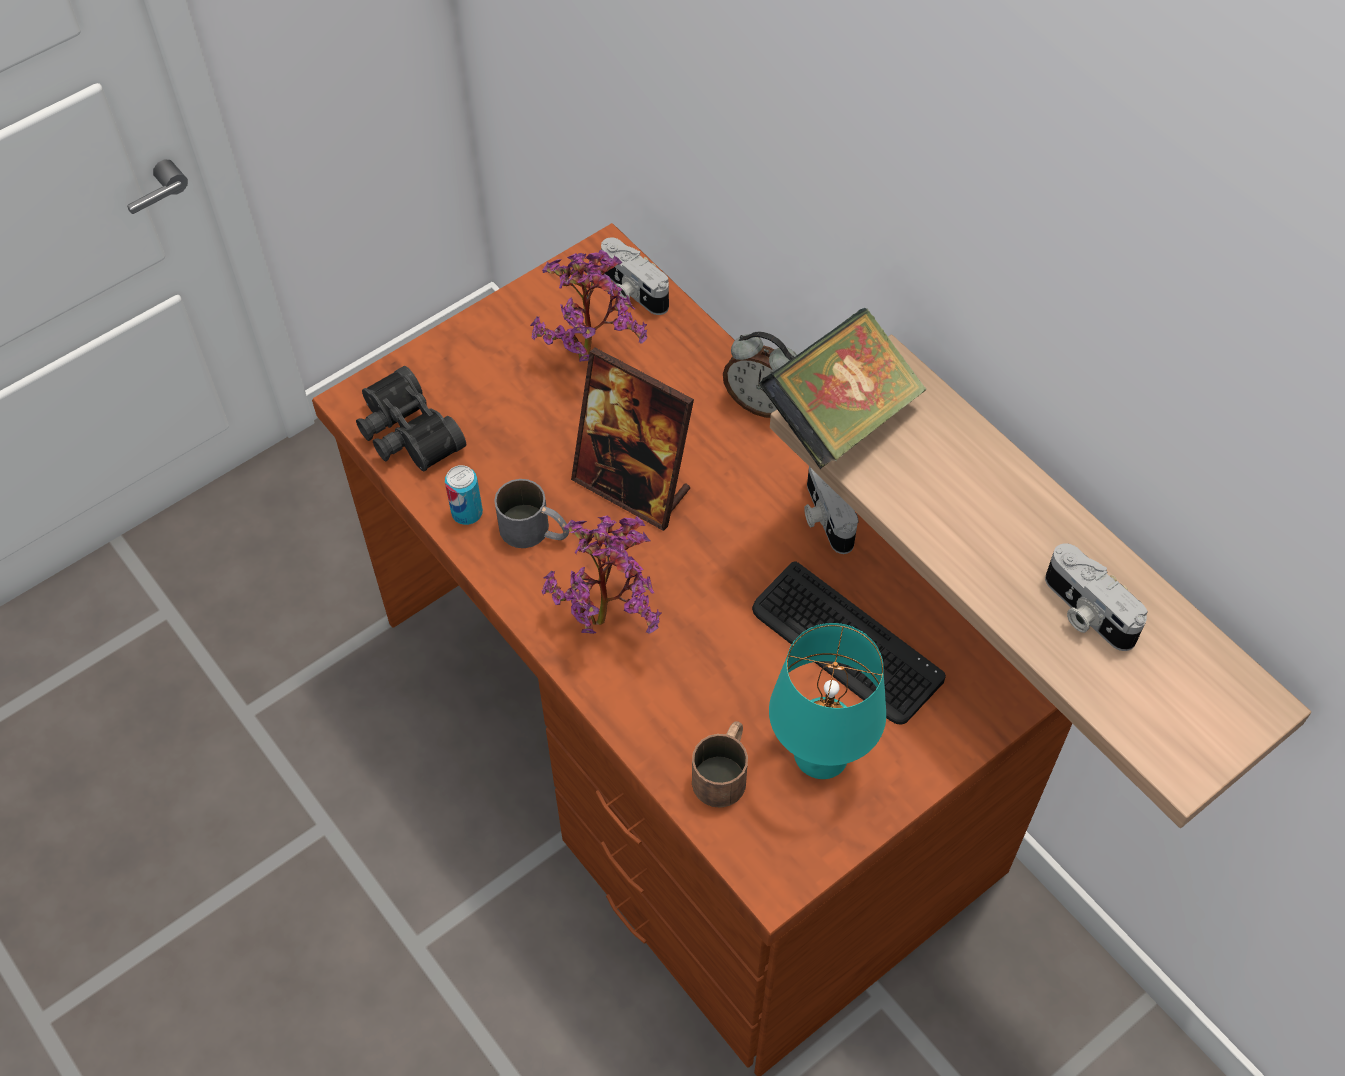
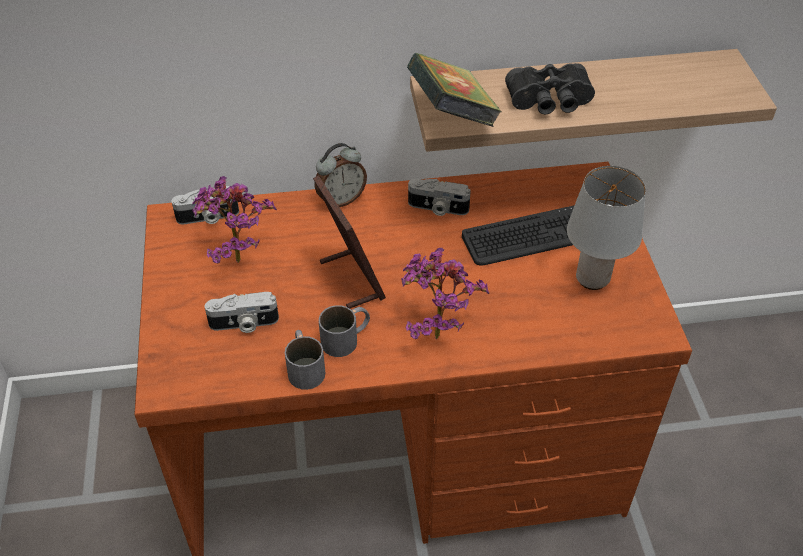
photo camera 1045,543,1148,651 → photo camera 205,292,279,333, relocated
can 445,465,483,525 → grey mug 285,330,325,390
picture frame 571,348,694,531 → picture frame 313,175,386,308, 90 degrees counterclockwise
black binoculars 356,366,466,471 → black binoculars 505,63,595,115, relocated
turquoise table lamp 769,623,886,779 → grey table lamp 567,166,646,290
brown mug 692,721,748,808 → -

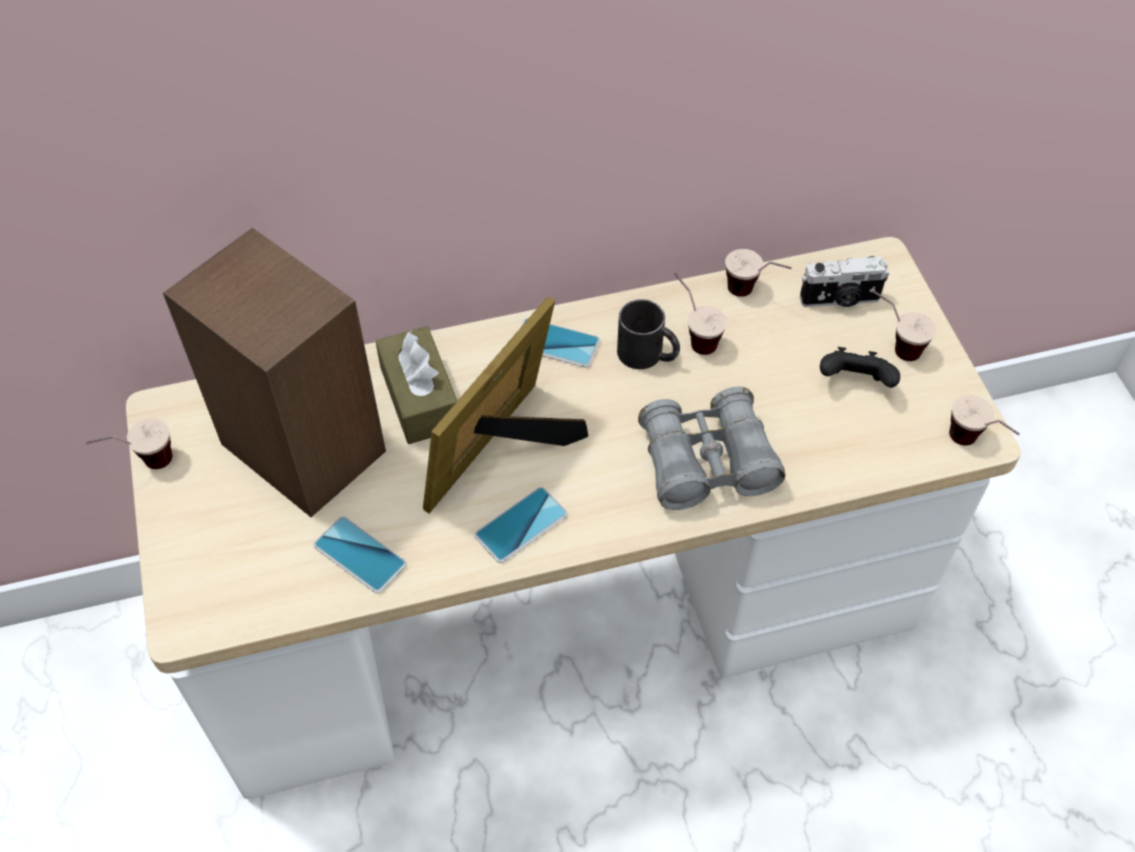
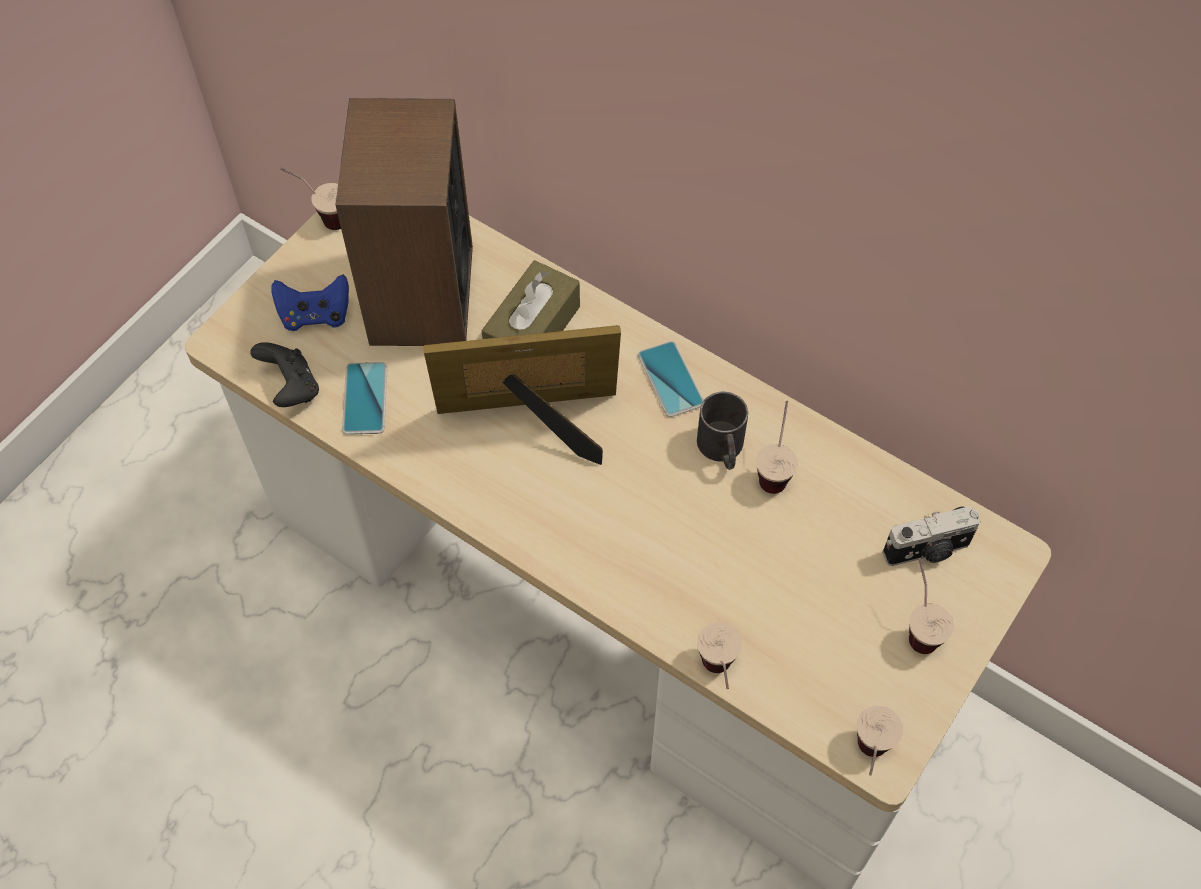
black game controller 820,347,900,388 → black game controller 250,342,319,407, relocated
- → blue game controller 271,275,349,331
cup 725,249,792,297 → cup 697,622,742,689, relocated
photo camera 800,256,889,307 → photo camera 883,506,980,566, 60 degrees counterclockwise
phone 474,487,568,563 → -
grey binoculars 638,386,785,510 → -

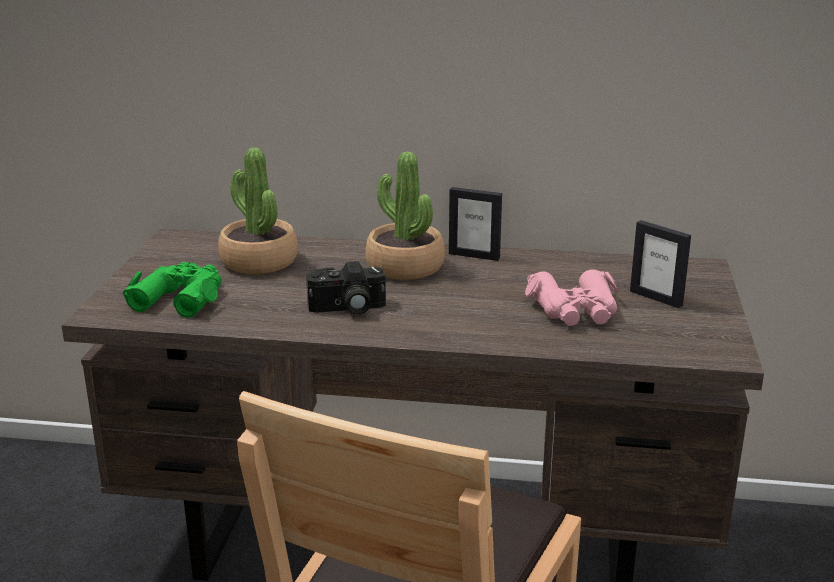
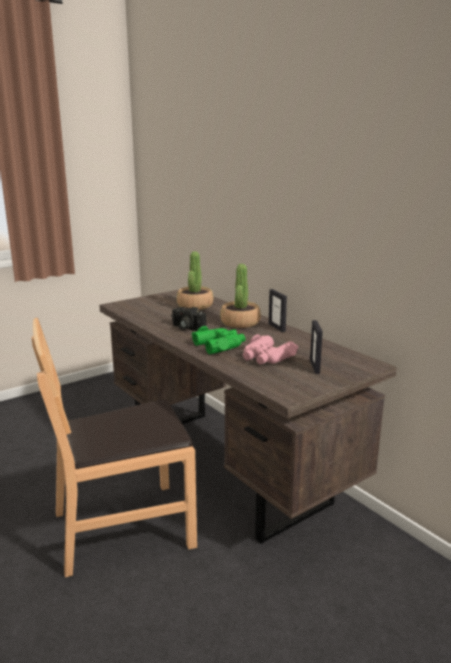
green binoculars 122,262,222,318 → green binoculars 192,326,245,354, relocated

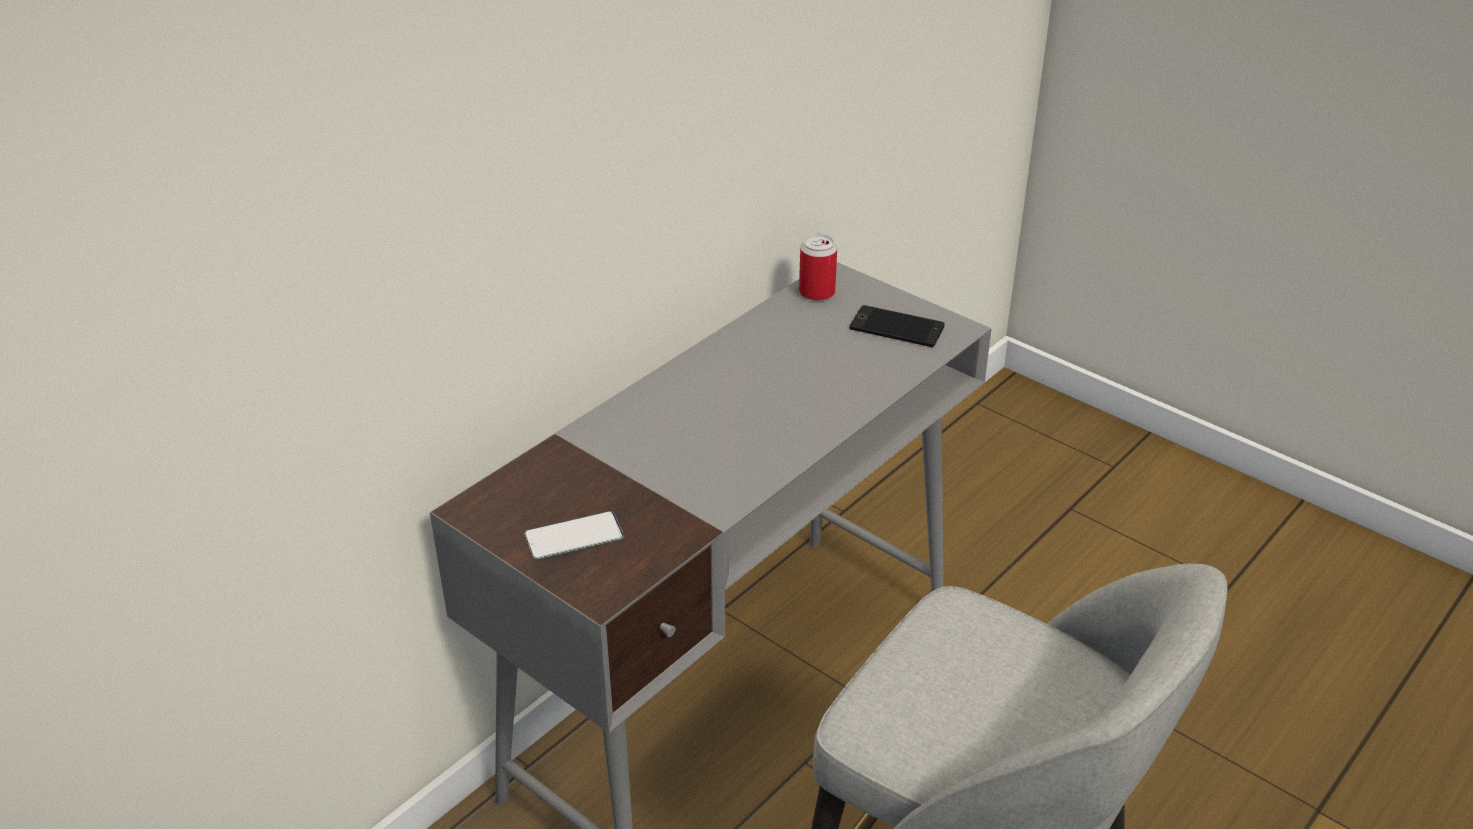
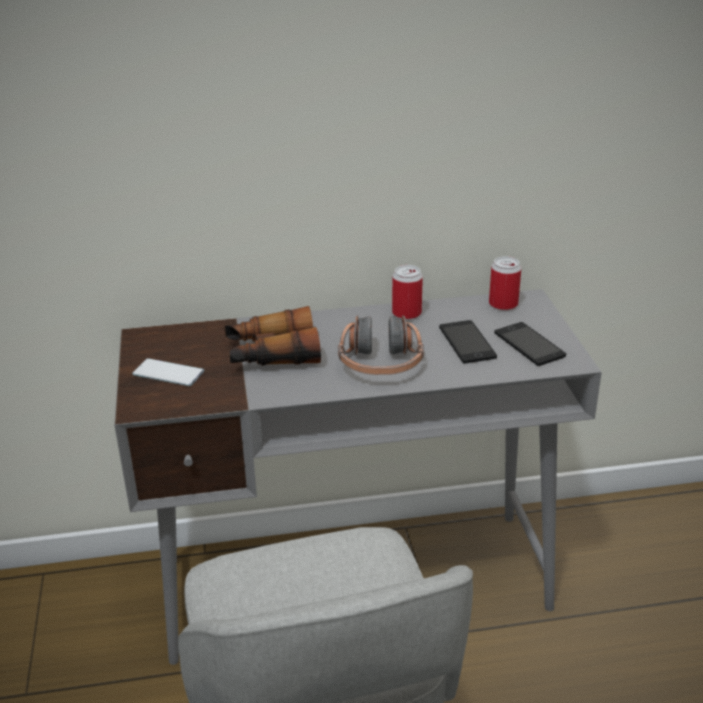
- → binoculars 225,306,321,366
- → headphones 338,315,424,375
- → can 392,265,423,320
- → phone 439,320,497,363

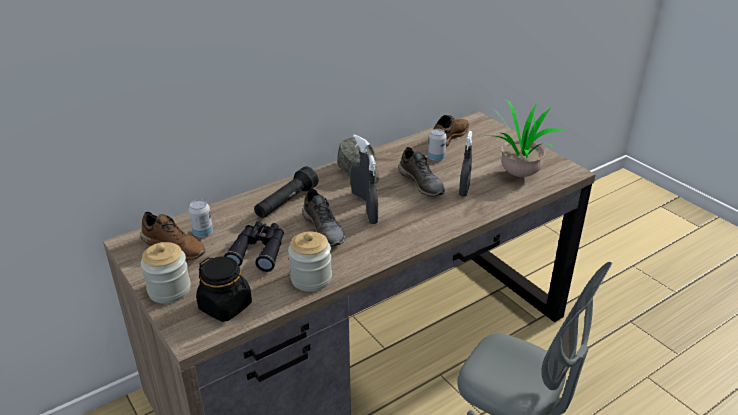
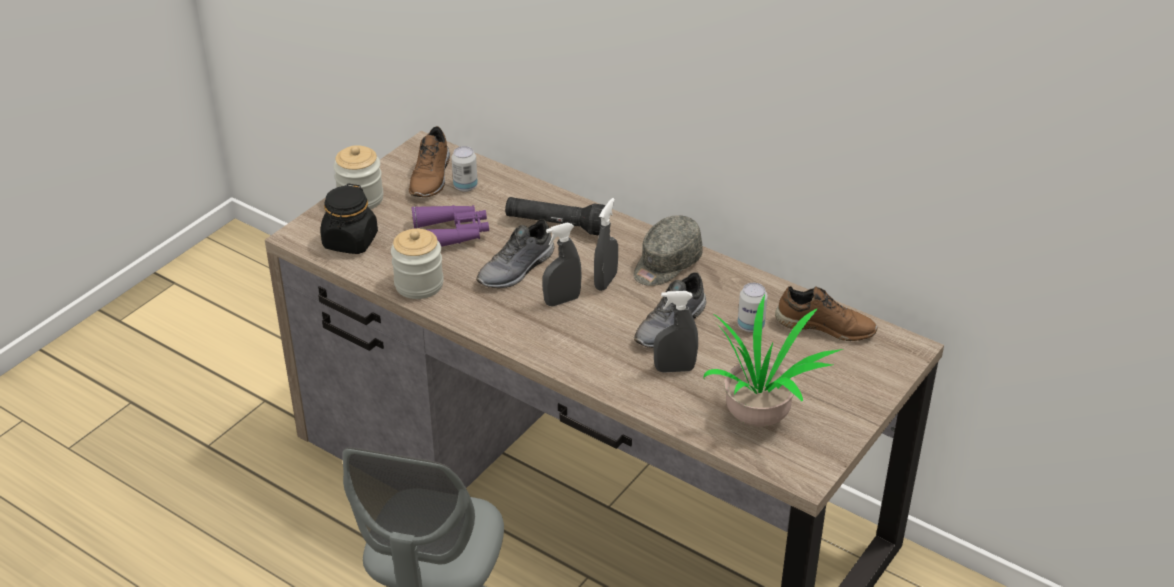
black binoculars 224,221,284,272 → purple binoculars 411,205,489,247

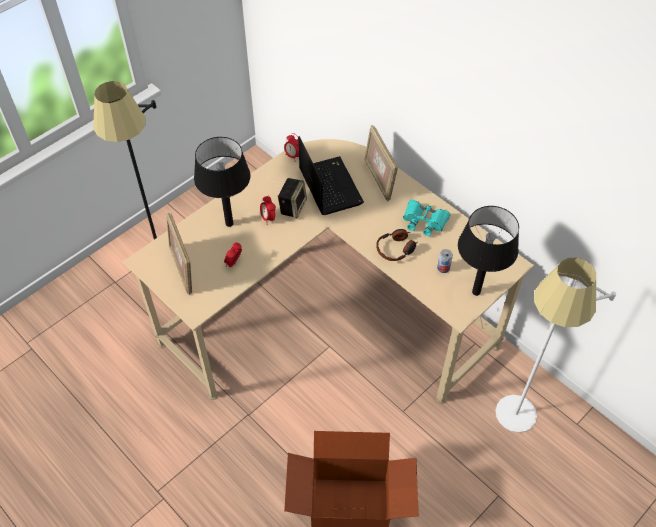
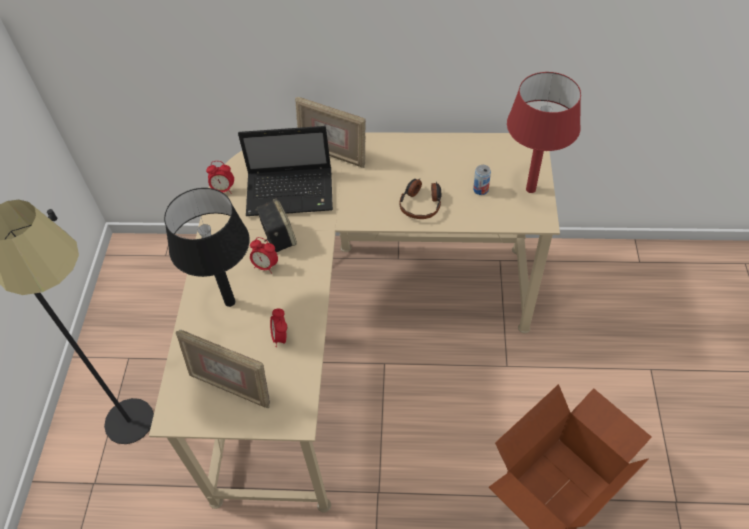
laptop 298,136,364,215 → laptop 238,126,333,216, 150 degrees clockwise
black table lamp 458,206,519,296 → red table lamp 507,72,581,193
turquoise binoculars 403,200,450,236 → -
white floor lamp 495,258,616,433 → -

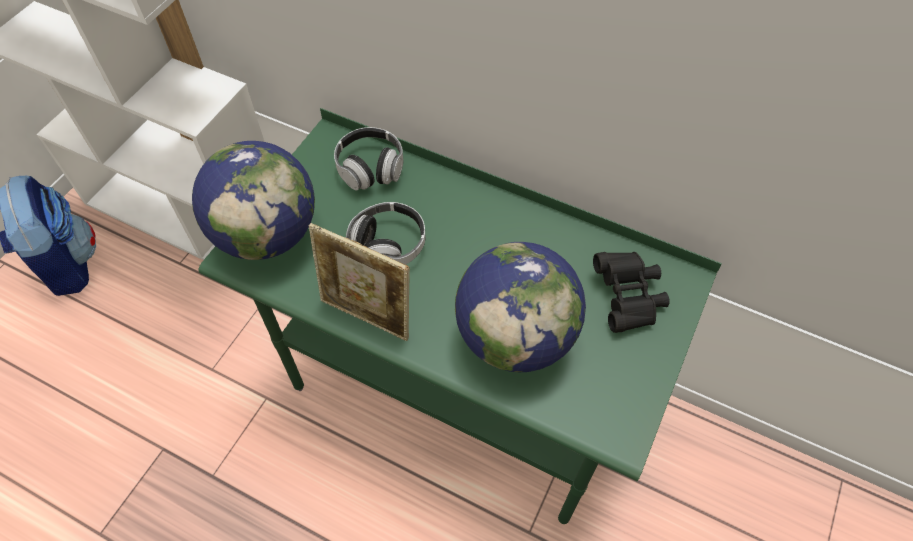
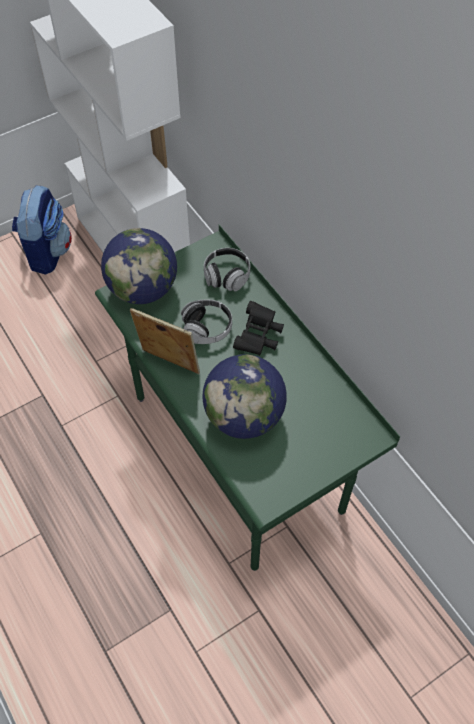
picture frame 309,223,410,341 → picture frame 130,308,200,374, 150 degrees clockwise
black binoculars 593,252,670,333 → black binoculars 233,301,284,356, relocated

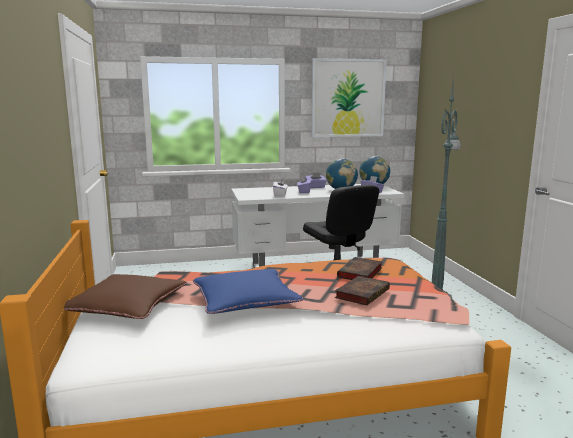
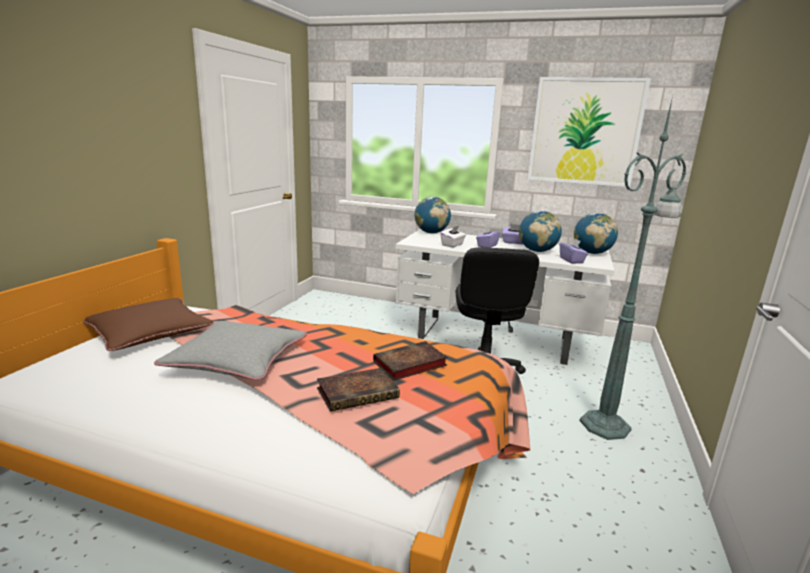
blue pillow 193,269,303,314 → grey pillow 154,321,307,380
- → globe 414,197,451,234

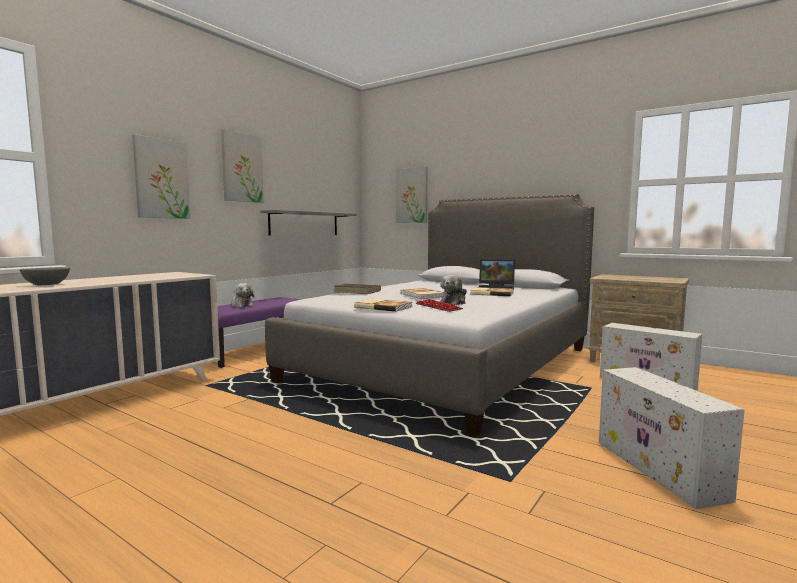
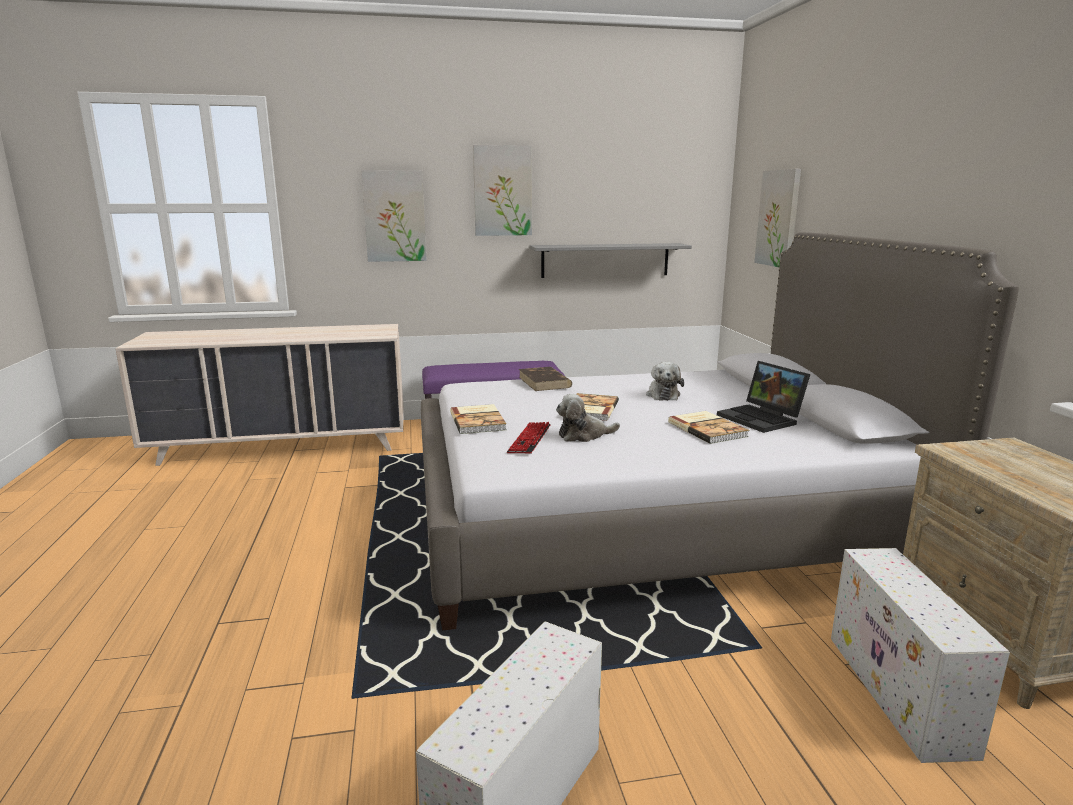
plush toy 231,283,254,307 → plush toy 646,362,684,401, relocated
grey bowl 20,267,70,285 → -

